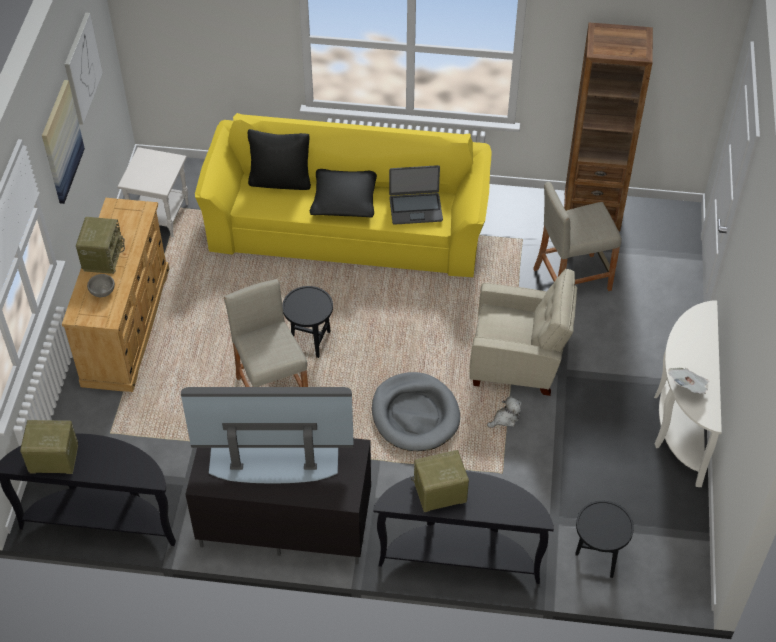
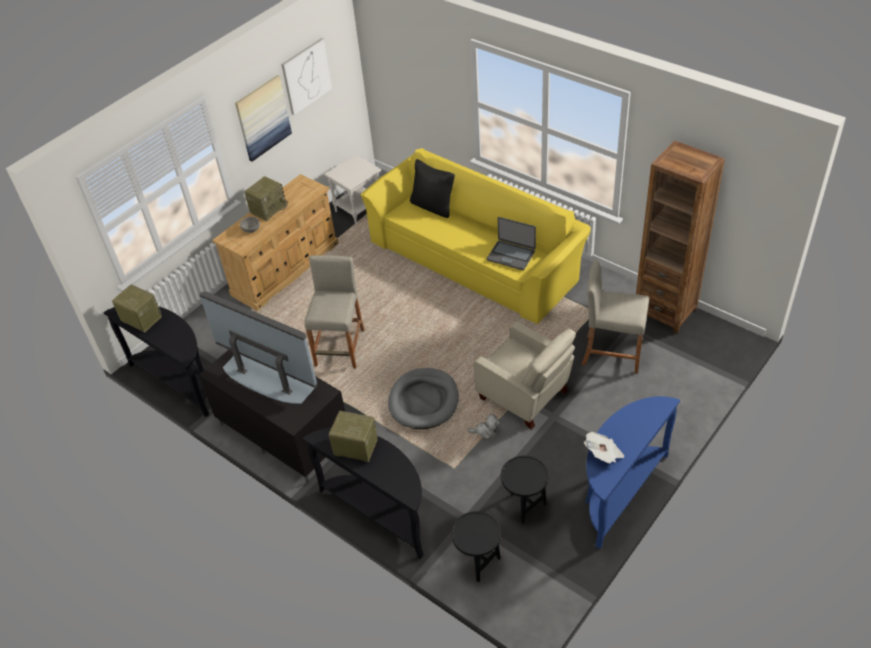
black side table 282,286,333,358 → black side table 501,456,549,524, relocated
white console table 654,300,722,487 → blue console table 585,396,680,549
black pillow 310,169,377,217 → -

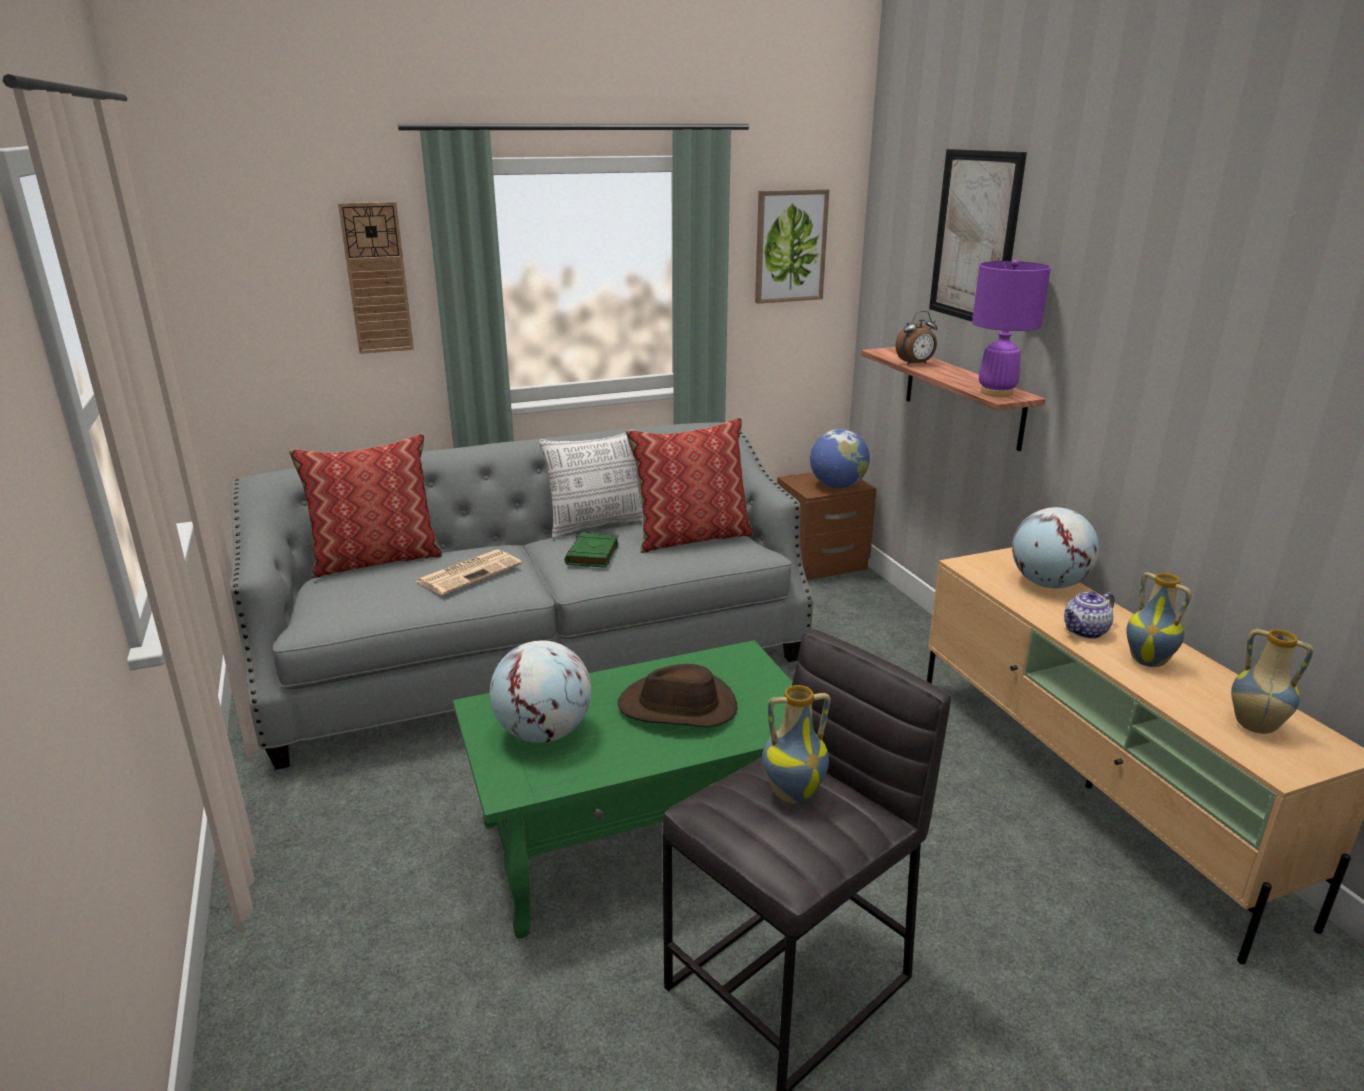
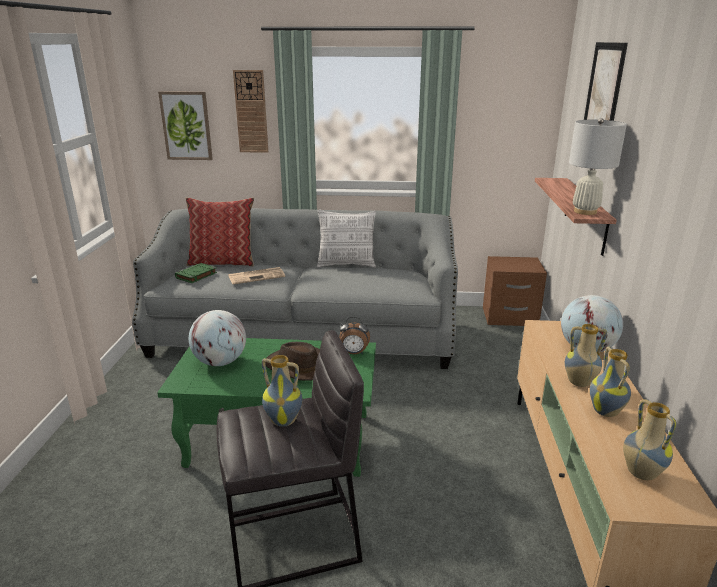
picture 755,189,829,304 → picture 158,91,213,160, relocated
green book 565,532,619,568 → green book 175,263,217,283, relocated
alarm clock 896,311,938,365 → alarm clock 339,317,370,354, relocated
teapot 1064,591,1115,639 → vase 565,324,607,387
purple table lamp 972,259,1051,397 → white table lamp 569,118,627,215
pillow 625,417,753,553 → -
globe 810,429,870,488 → -

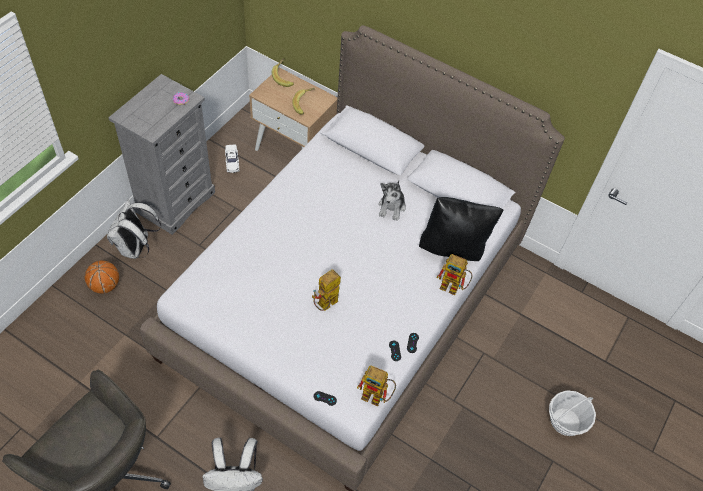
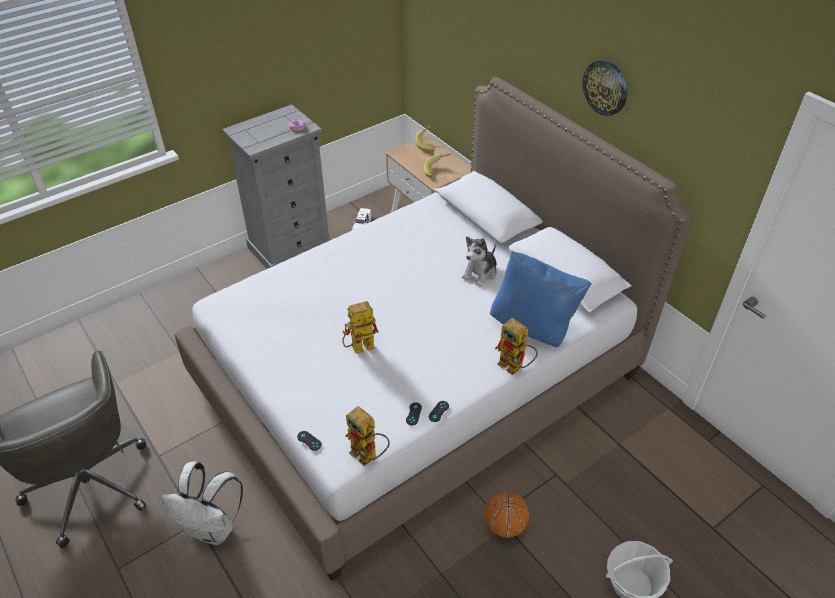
basketball 85,261,119,294 → basketball 484,491,529,538, relocated
black pillow 419,197,503,261 → blue pillow 490,251,592,347
- → wall clock 582,60,627,116
white backpack 107,200,161,259 → -

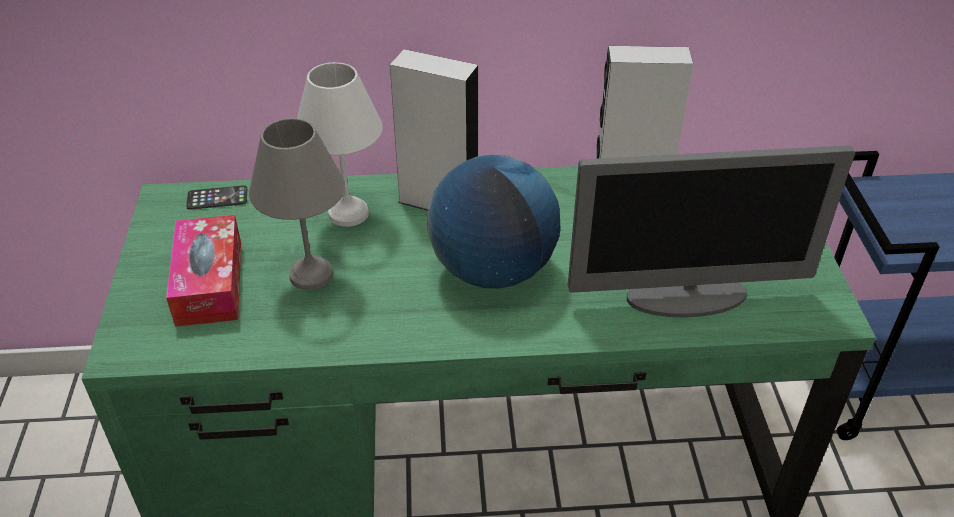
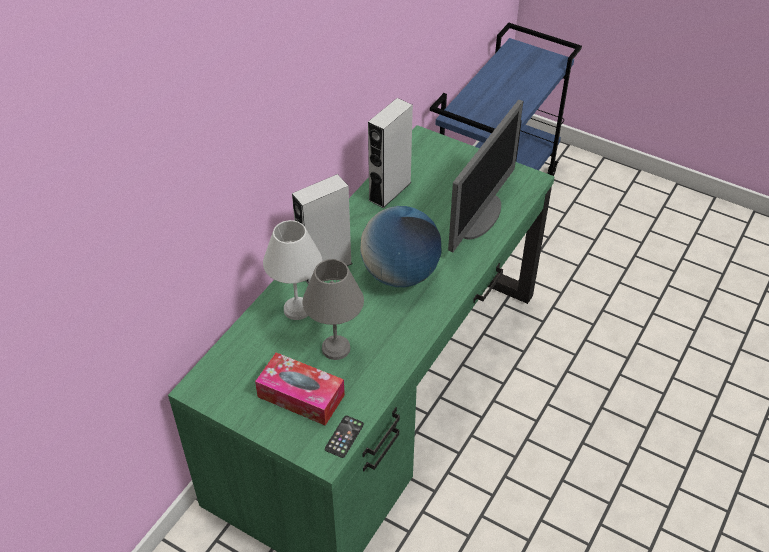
phone 186,185,247,210 → phone 325,416,364,458, relocated

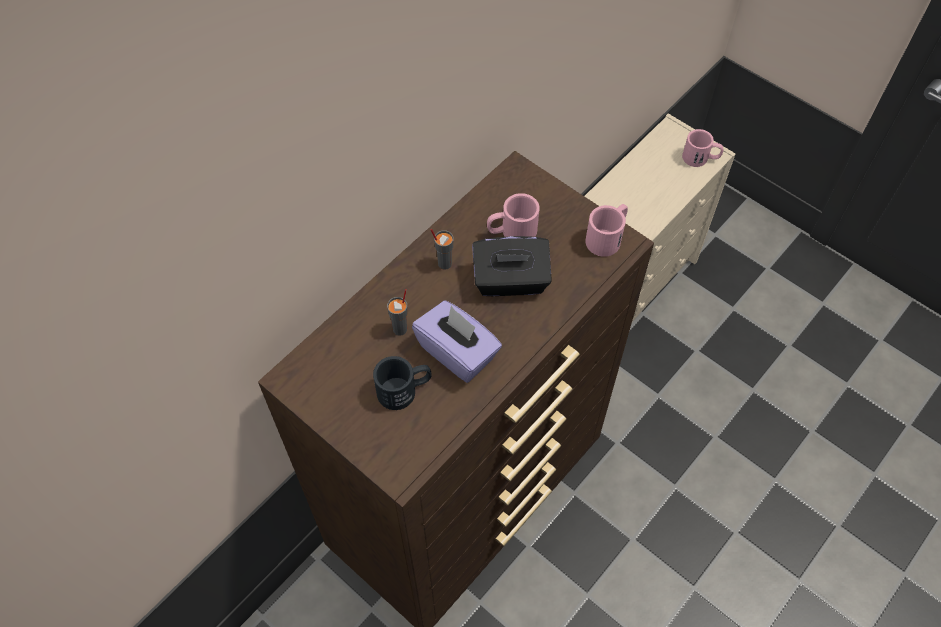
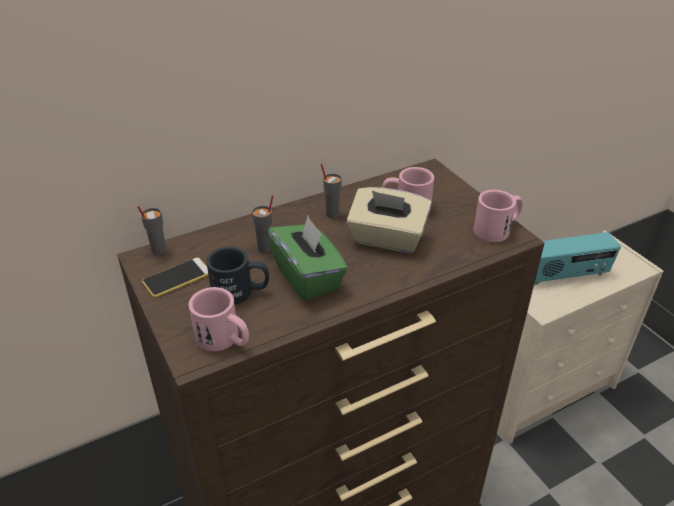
- → grey cup 137,206,166,255
- → phone 142,258,209,298
pink mug 682,129,723,167 → pink mug 188,287,249,351, relocated
purple tissue box 412,301,502,383 → green tissue box 267,216,348,301
black tissue box 472,236,552,296 → beige tissue box 347,187,432,253
- → radio 535,232,621,285

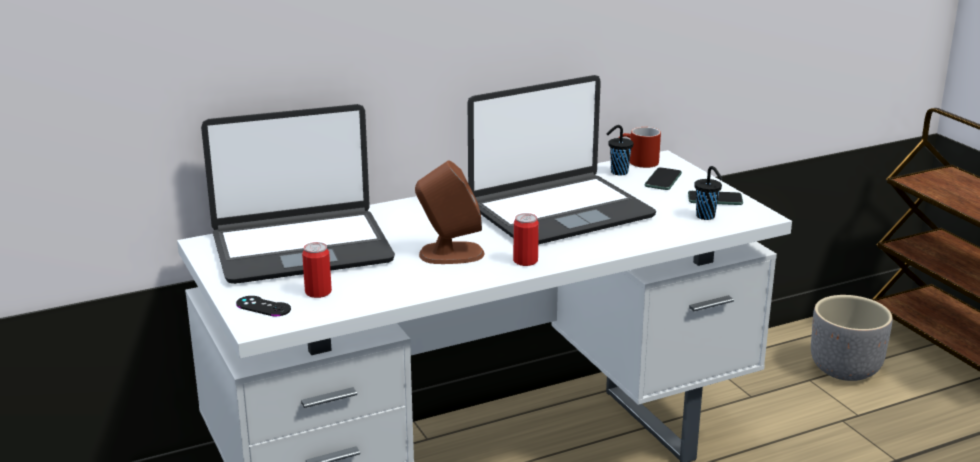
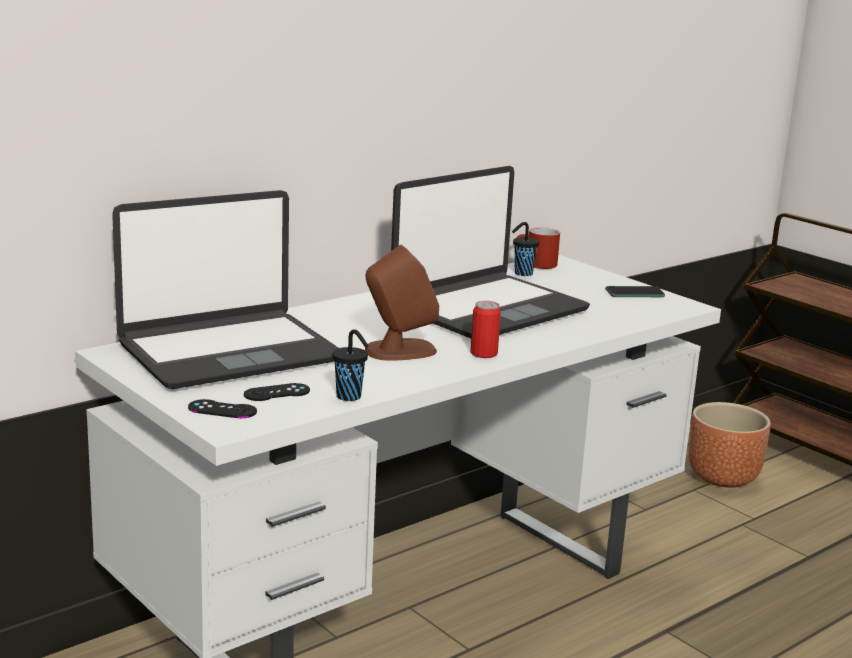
can 302,242,332,298 → black game controller 244,383,310,401
black cup 694,166,723,220 → black cup 332,329,369,401, relocated
grey planter 811,295,892,381 → brown planter 689,402,771,488
phone 644,167,682,190 → -

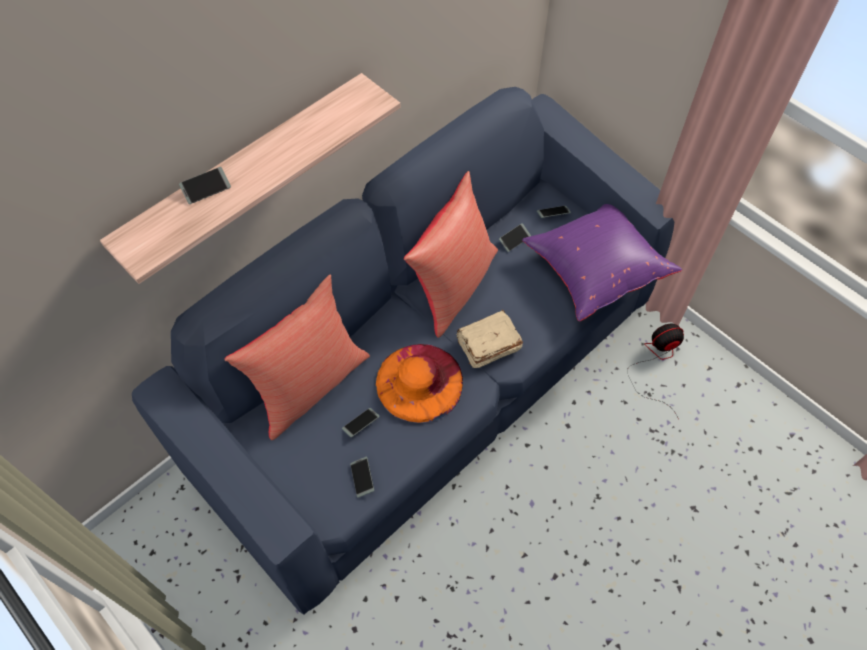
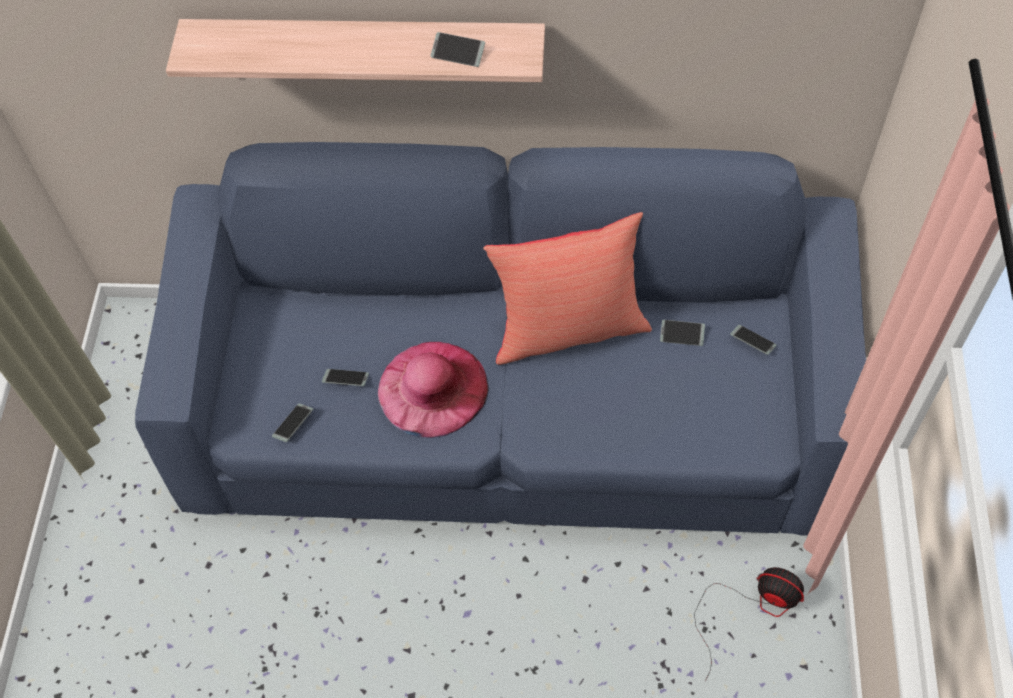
orange hat 376,344,463,423 → pink hat 378,342,489,438
phone 179,167,231,204 → phone 430,32,485,67, relocated
red pillow 224,275,370,440 → -
beige book 456,310,523,368 → -
purple pillow 522,204,682,321 → -

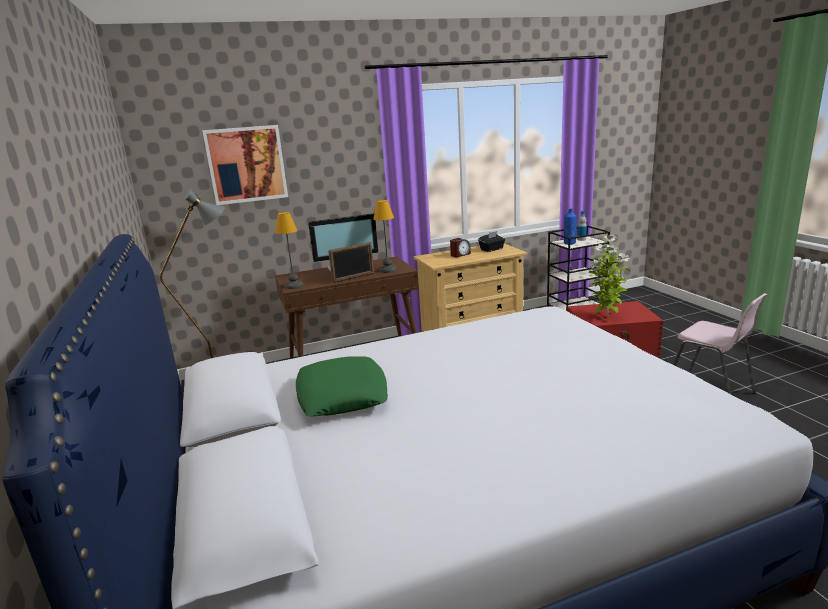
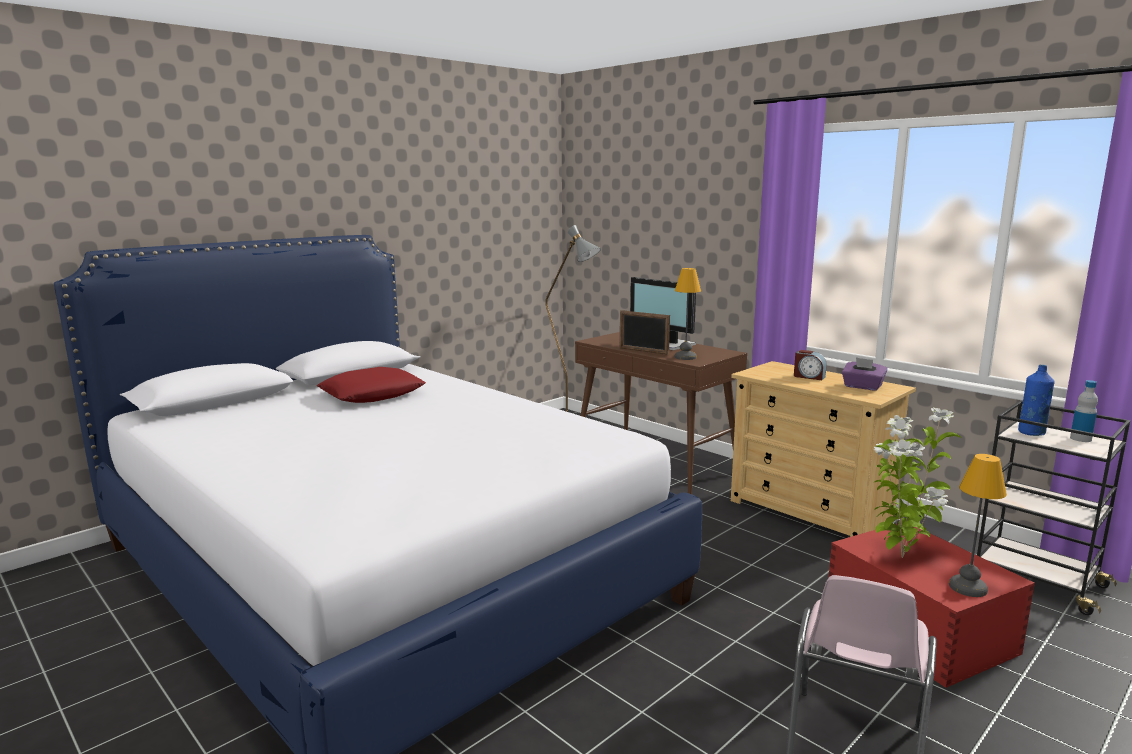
green pillow 296,356,388,416 → red pillow 317,367,426,403
black tissue box 478,231,505,252 → purple tissue box 842,357,887,391
table lamp 275,212,303,289 → table lamp 949,454,1007,597, relocated
picture 202,125,288,205 → -

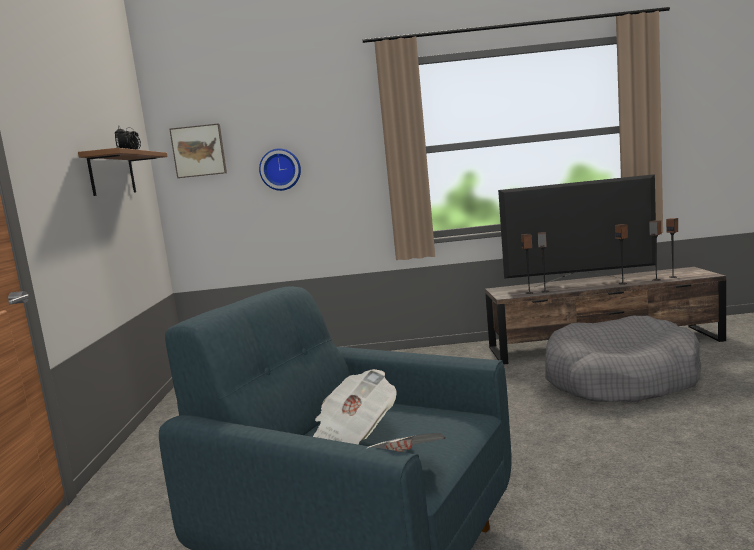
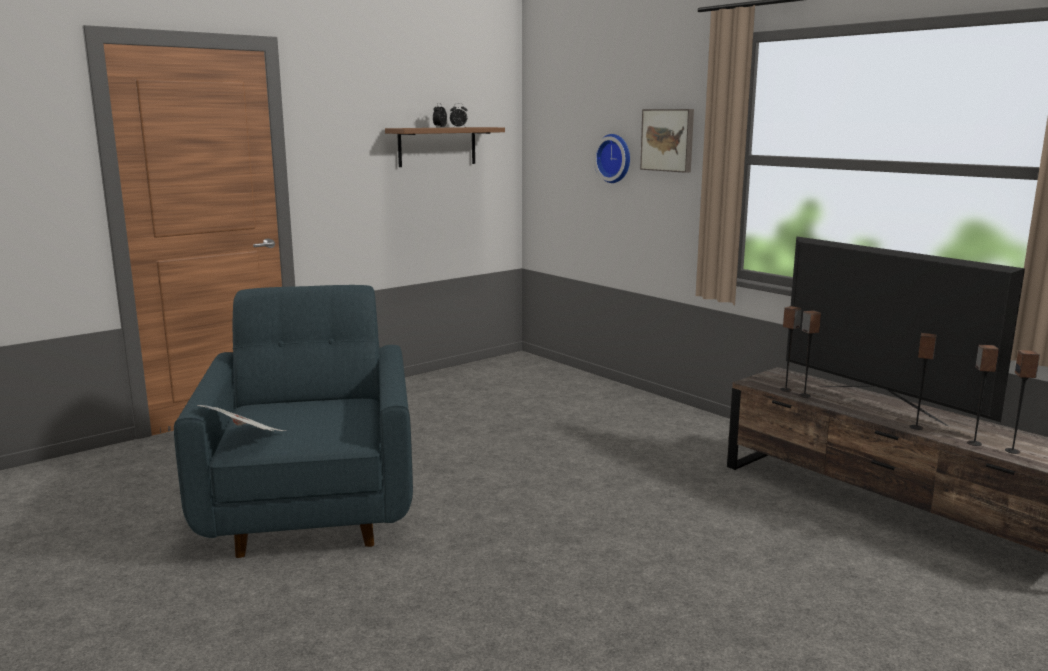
picture 169,124,227,178 → picture 640,109,694,173, relocated
newspaper 313,369,397,445 → -
grey dog bed 545,315,701,402 → -

